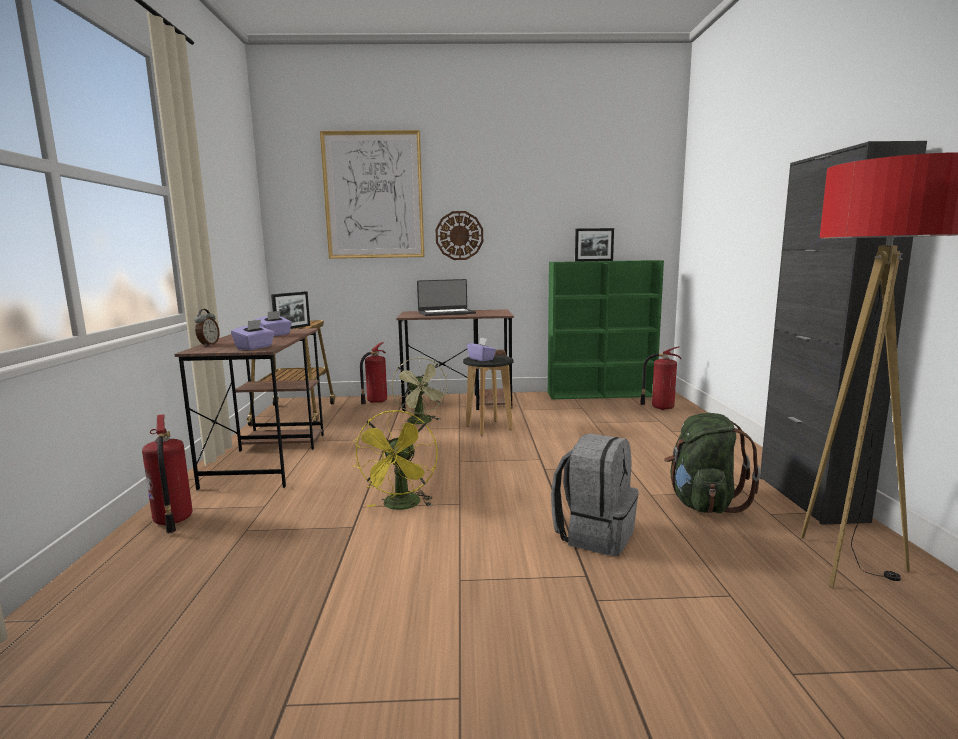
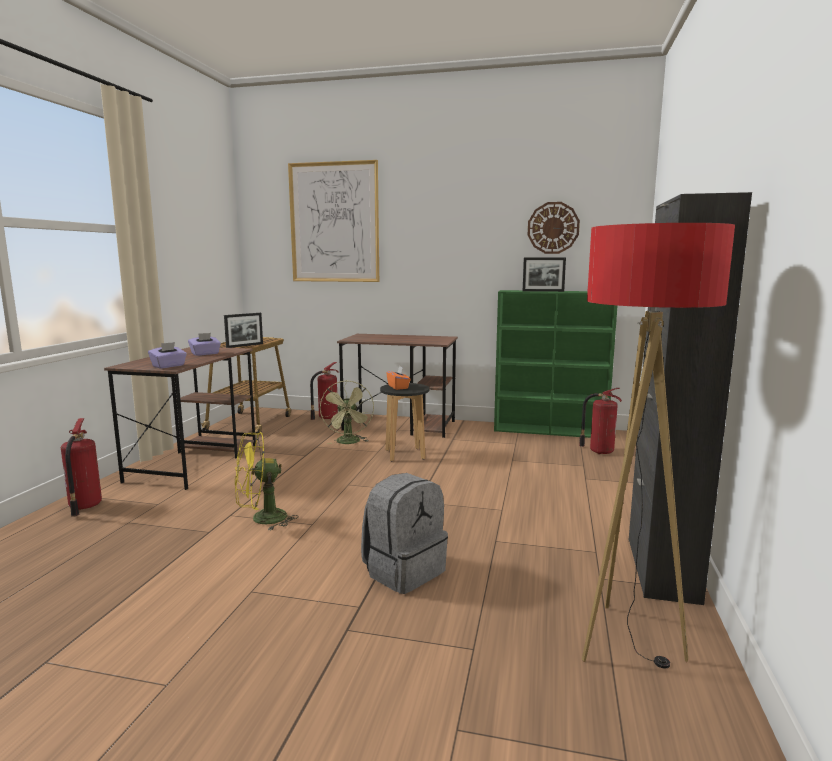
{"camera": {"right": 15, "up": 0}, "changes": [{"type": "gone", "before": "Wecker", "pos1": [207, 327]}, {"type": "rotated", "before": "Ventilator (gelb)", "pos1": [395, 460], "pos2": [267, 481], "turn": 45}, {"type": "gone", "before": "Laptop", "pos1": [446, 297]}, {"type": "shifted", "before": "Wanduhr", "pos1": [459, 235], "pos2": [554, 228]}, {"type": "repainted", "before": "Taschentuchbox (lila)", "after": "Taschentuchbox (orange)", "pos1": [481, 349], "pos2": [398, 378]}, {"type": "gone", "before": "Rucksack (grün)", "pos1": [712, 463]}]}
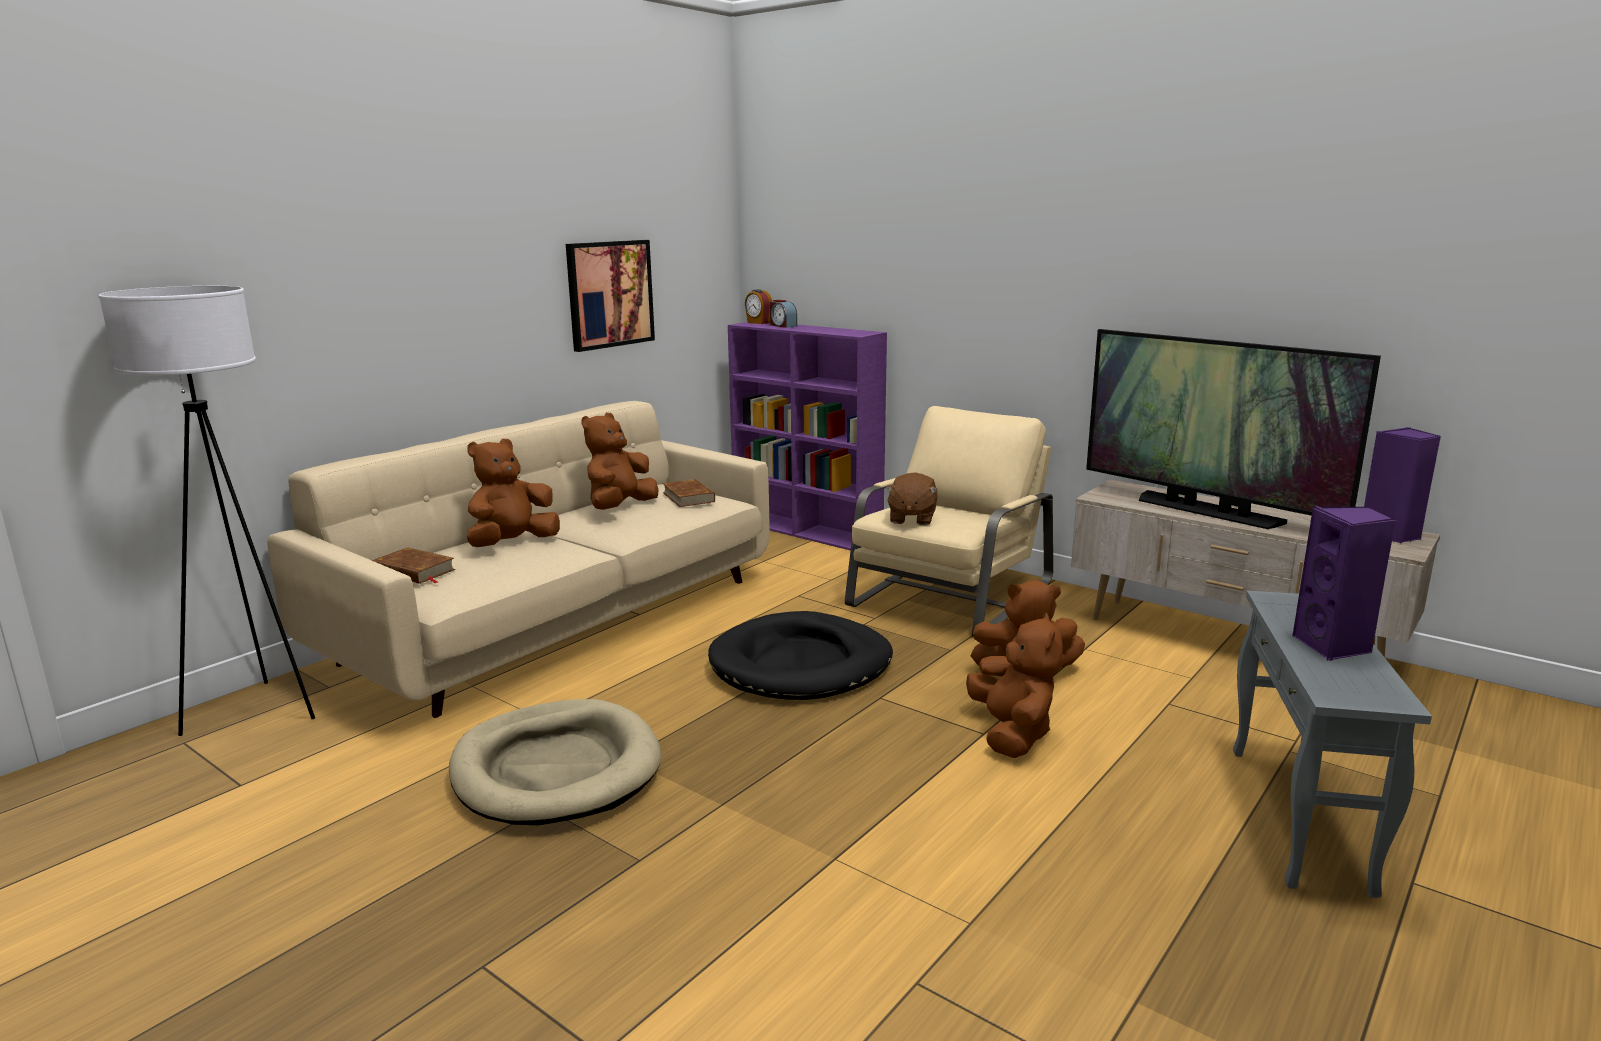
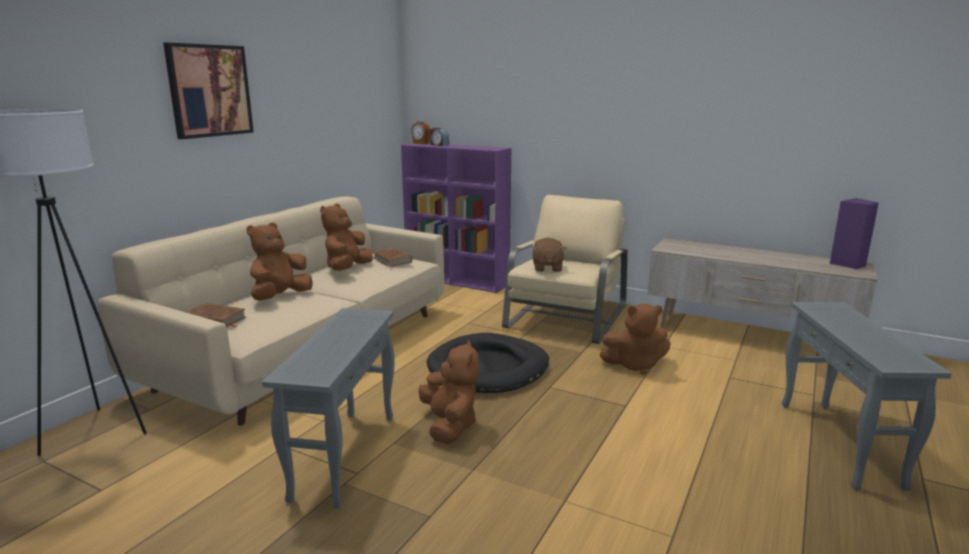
{"camera": {"right": -10, "up": 0}, "changes": [{"type": "swapped", "before": "Hundebett (beige)", "after": "Beistelltisch (grau)", "pos1": [555, 762], "pos2": [328, 408]}, {"type": "shifted", "before": "Bild", "pos1": [610, 296], "pos2": [208, 90]}, {"type": "shifted", "before": "Plüschtier (braun)", "pos1": [1014, 685], "pos2": [449, 392]}, {"type": "gone", "before": "Fernseher", "pos1": [1233, 429]}, {"type": "gone", "before": "Lautsprecher (lila)", "pos1": [1344, 583]}]}
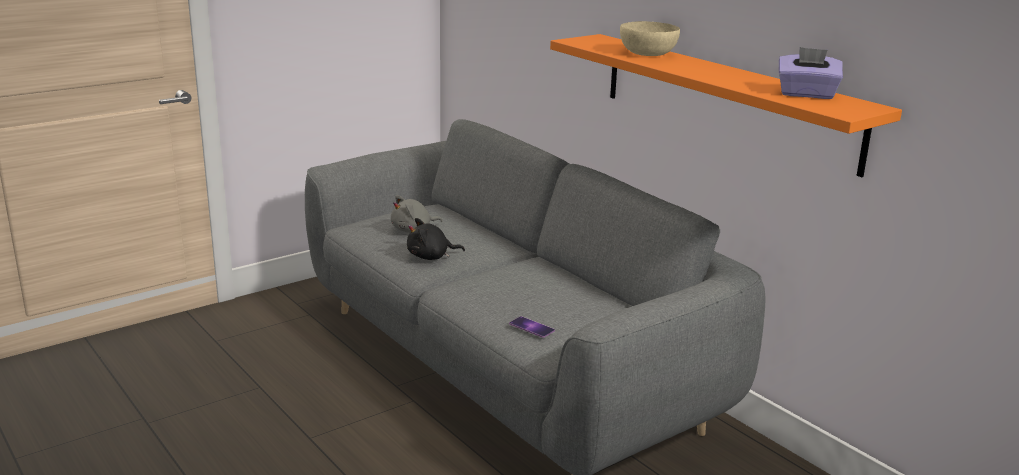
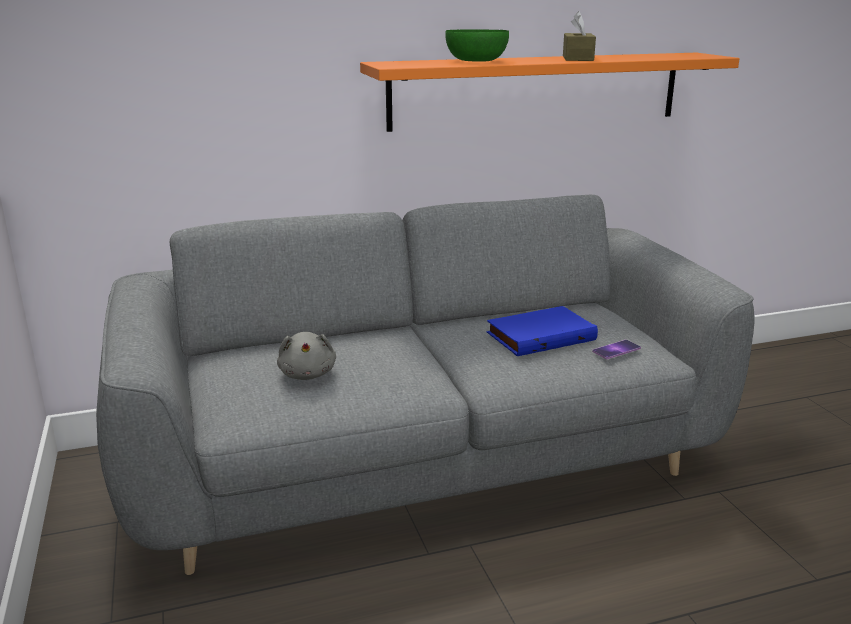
{"camera": {"right": -70, "up": 0}, "changes": [{"type": "gone", "before": "Plüschtier (schwarz)", "pos1": [436, 239]}, {"type": "repainted", "before": "Schüssel (beige)", "after": "Schüssel (grün)", "pos1": [650, 38], "pos2": [477, 45]}, {"type": "gone", "before": "Taschentuchbox (lila)", "pos1": [811, 73]}, {"type": "new", "after": "Buch (blau)", "pos2": [542, 331]}, {"type": "new", "after": "Taschentuchbox (braun)", "pos2": [579, 36]}]}
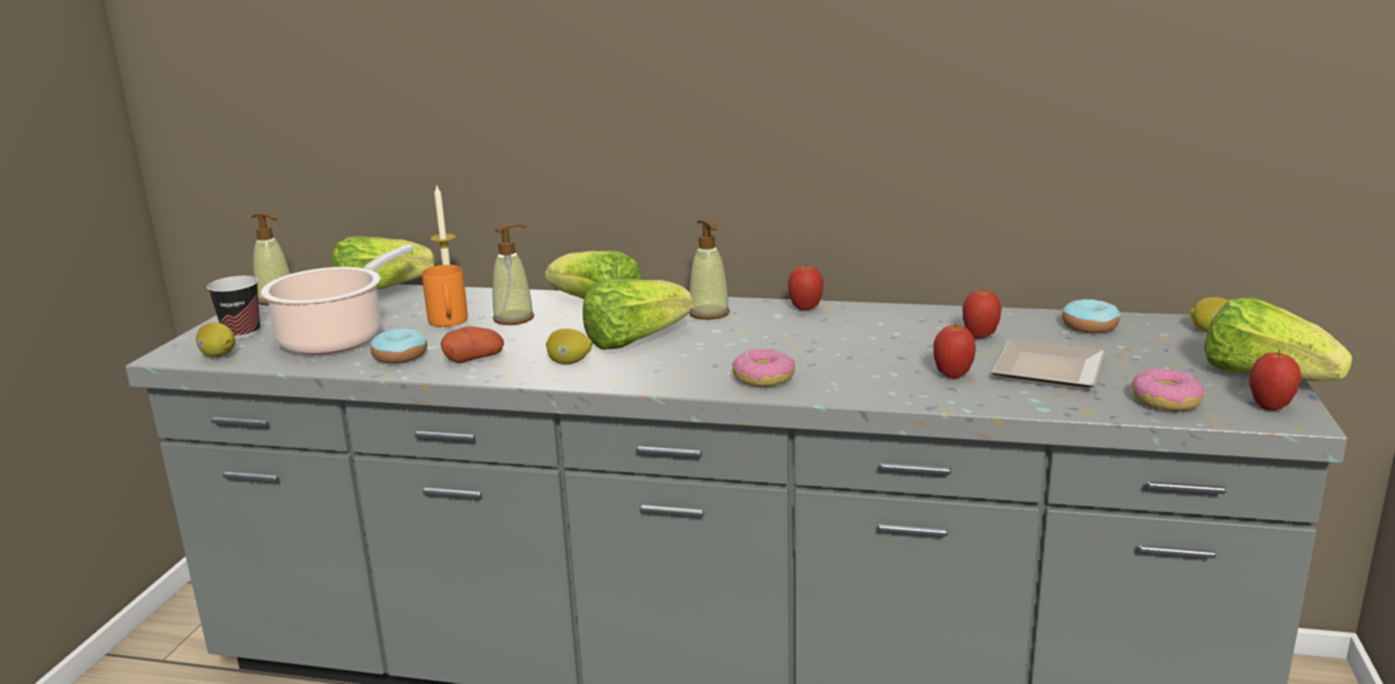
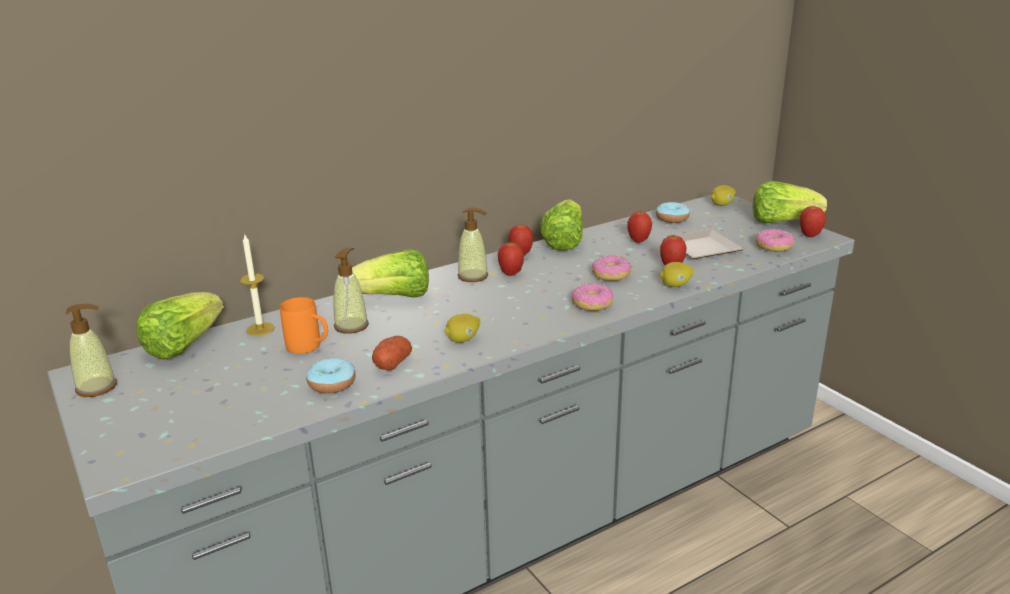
{"camera": {"right": -45, "up": 5}, "changes": [{"type": "shifted", "before": "Zitrone", "pos1": [215, 339], "pos2": [677, 274]}, {"type": "gone", "before": "Tasse", "pos1": [233, 307]}, {"type": "gone", "before": "Kochtopf", "pos1": [337, 299]}, {"type": "shifted", "before": "Salatkopf", "pos1": [638, 314], "pos2": [561, 225]}, {"type": "new", "after": "Apfel", "pos2": [511, 258]}, {"type": "new", "after": "Donut", "pos2": [611, 268]}]}
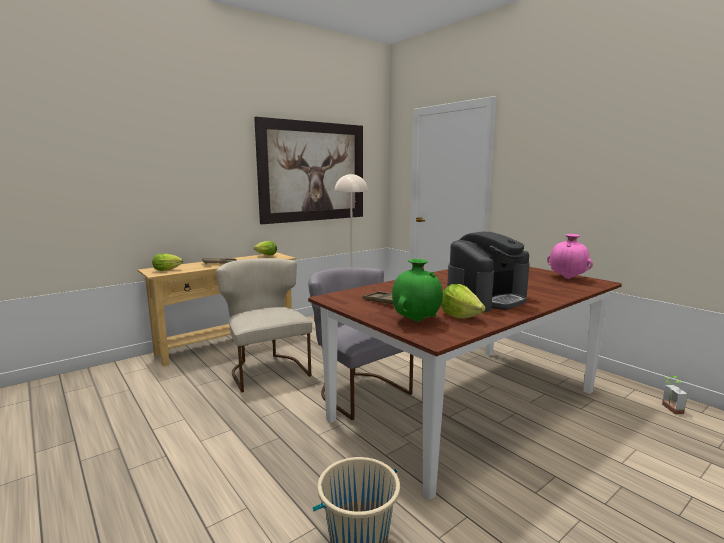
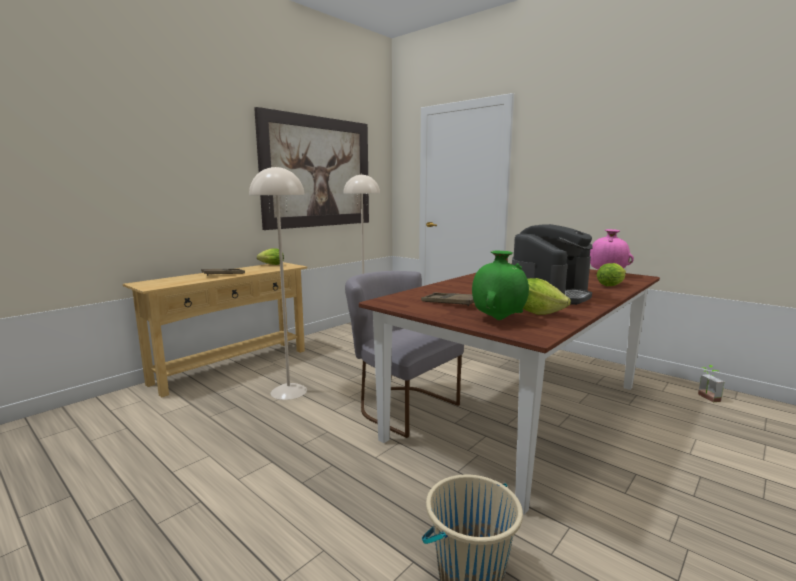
{"camera": {"right": -10, "up": 0}, "changes": [{"type": "shifted", "before": "Salatkopf", "pos1": [167, 262], "pos2": [611, 274]}, {"type": "swapped", "before": "Stuhl (beige)", "after": "Stehlampe (beige)", "pos1": [264, 325], "pos2": [278, 283]}]}
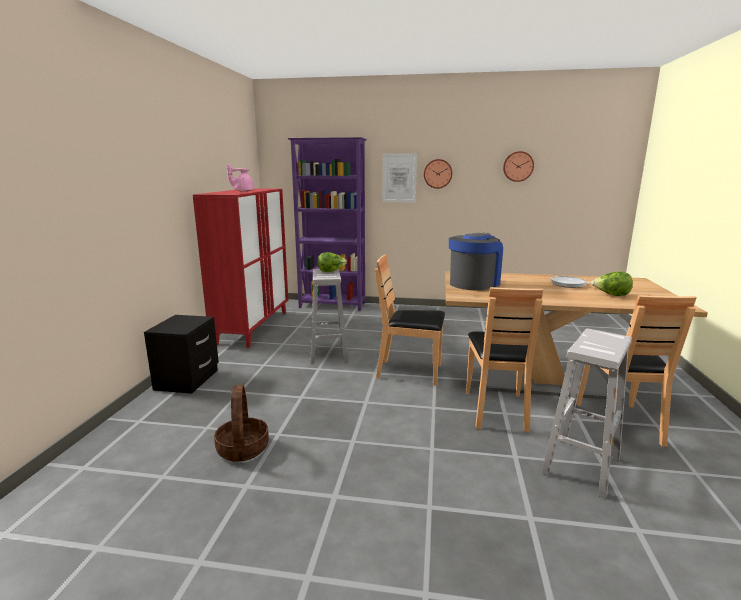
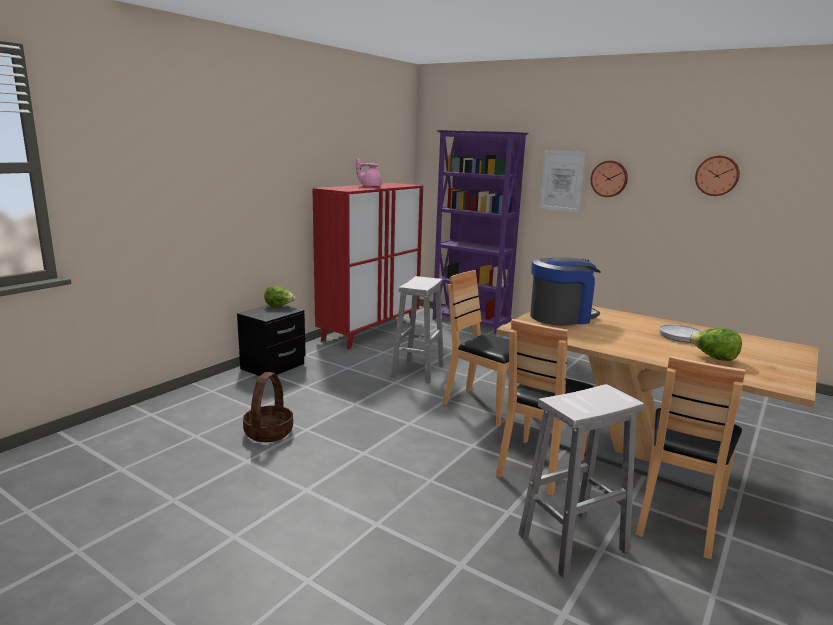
{"camera": {"right": 25, "up": 0}, "changes": [{"type": "shifted", "before": "Salatkopf", "pos1": [332, 262], "pos2": [280, 296]}]}
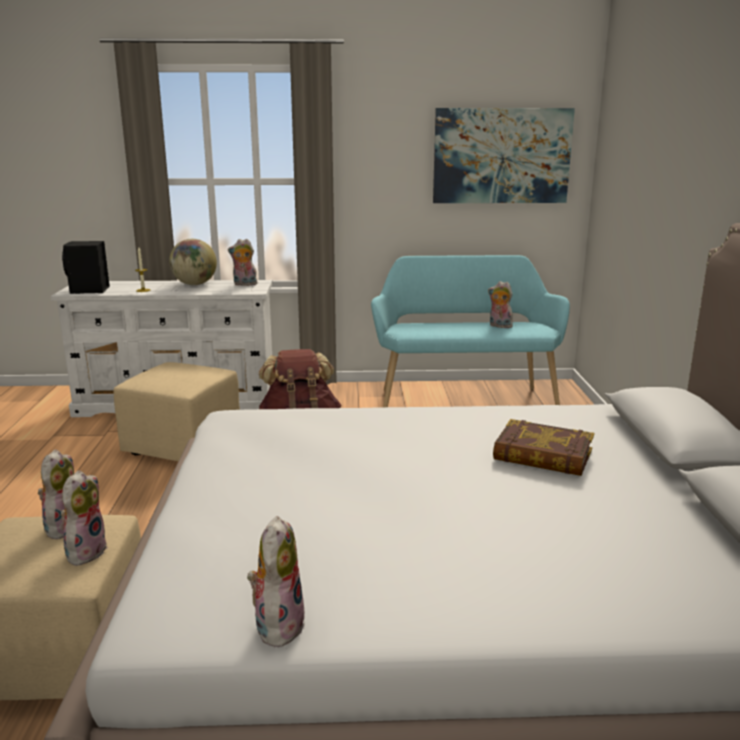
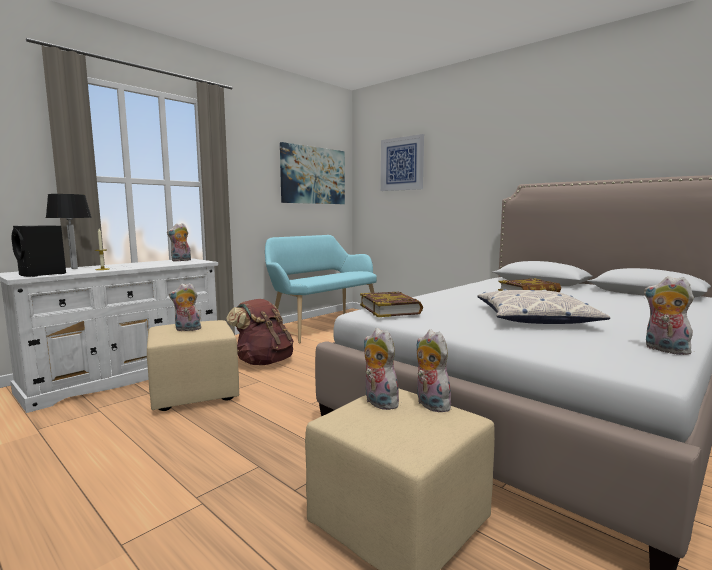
{"camera": {"right": -45, "up": -10}, "changes": [{"type": "gone", "before": "Globus", "pos1": [193, 262]}, {"type": "shifted", "before": "Plüschtier", "pos1": [501, 304], "pos2": [185, 307]}, {"type": "new", "after": "Tischlampe", "pos2": [69, 231]}, {"type": "new", "after": "Buch", "pos2": [391, 304]}, {"type": "new", "after": "Bild", "pos2": [402, 162]}, {"type": "new", "after": "Kissen", "pos2": [544, 306]}]}
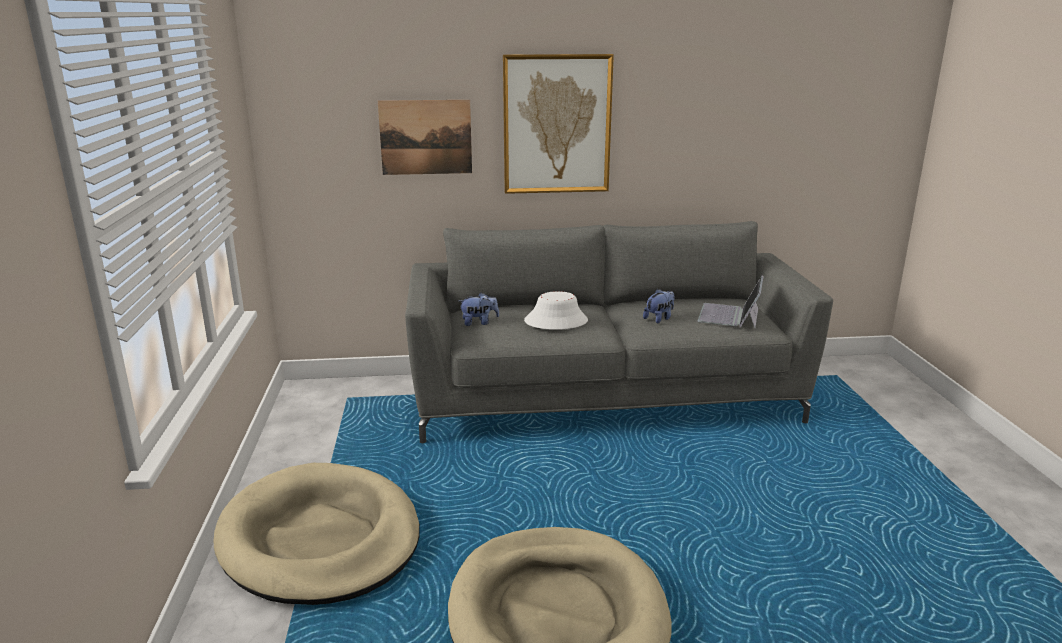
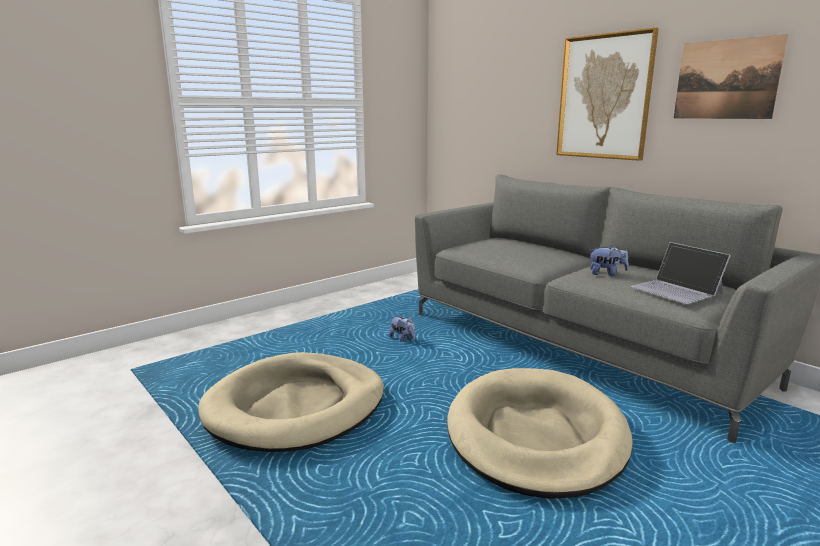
{"camera": {"right": 55, "up": -5}, "changes": [{"type": "shifted", "before": "Hundebett (beige)", "pos1": [317, 534], "pos2": [540, 433]}, {"type": "shifted", "before": "Bild", "pos1": [425, 137], "pos2": [731, 76]}, {"type": "shifted", "before": "Plüschtier", "pos1": [479, 309], "pos2": [402, 329]}, {"type": "gone", "before": "Hut (weiß)", "pos1": [556, 310]}, {"type": "rotated", "before": "Laptop", "pos1": [731, 301], "pos2": [681, 273], "turn": -105}]}
